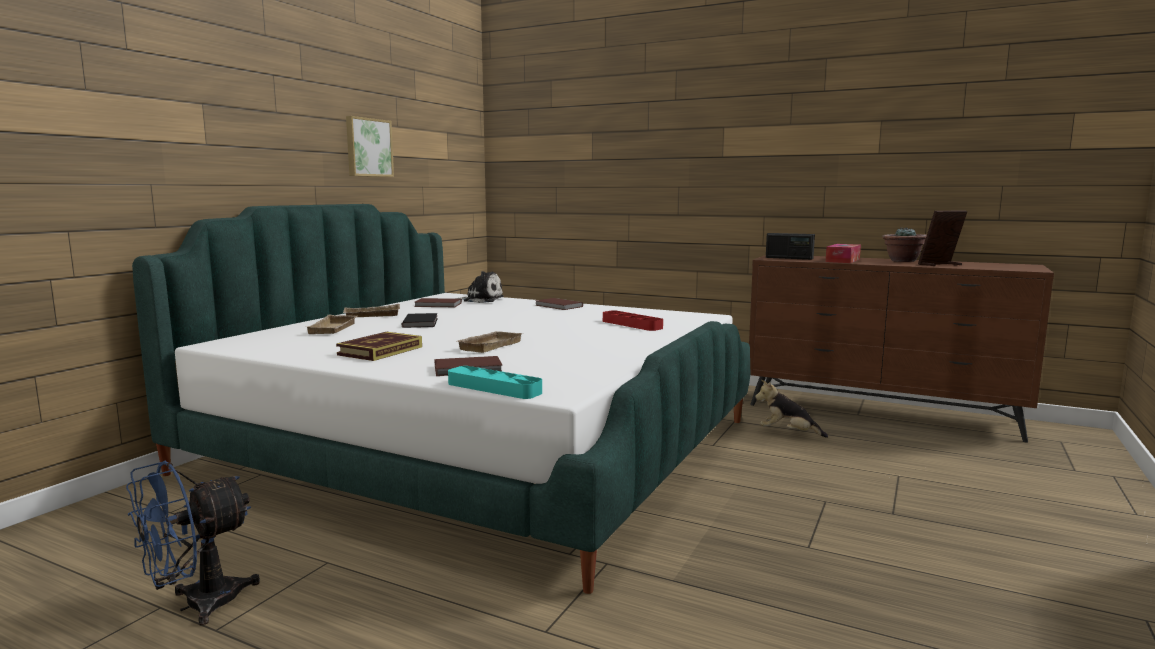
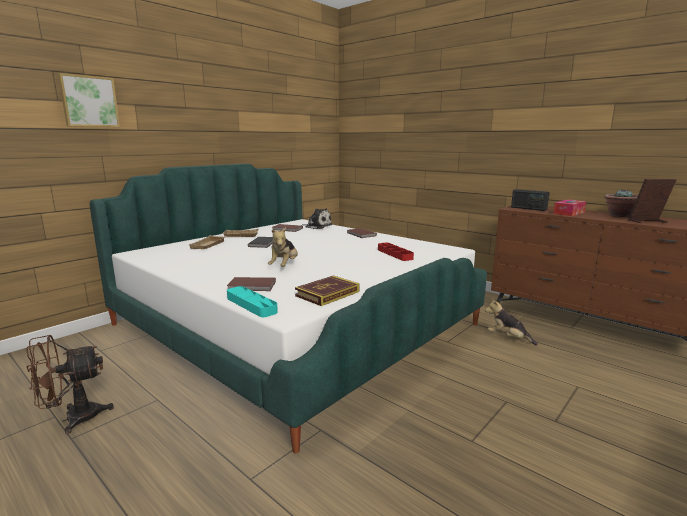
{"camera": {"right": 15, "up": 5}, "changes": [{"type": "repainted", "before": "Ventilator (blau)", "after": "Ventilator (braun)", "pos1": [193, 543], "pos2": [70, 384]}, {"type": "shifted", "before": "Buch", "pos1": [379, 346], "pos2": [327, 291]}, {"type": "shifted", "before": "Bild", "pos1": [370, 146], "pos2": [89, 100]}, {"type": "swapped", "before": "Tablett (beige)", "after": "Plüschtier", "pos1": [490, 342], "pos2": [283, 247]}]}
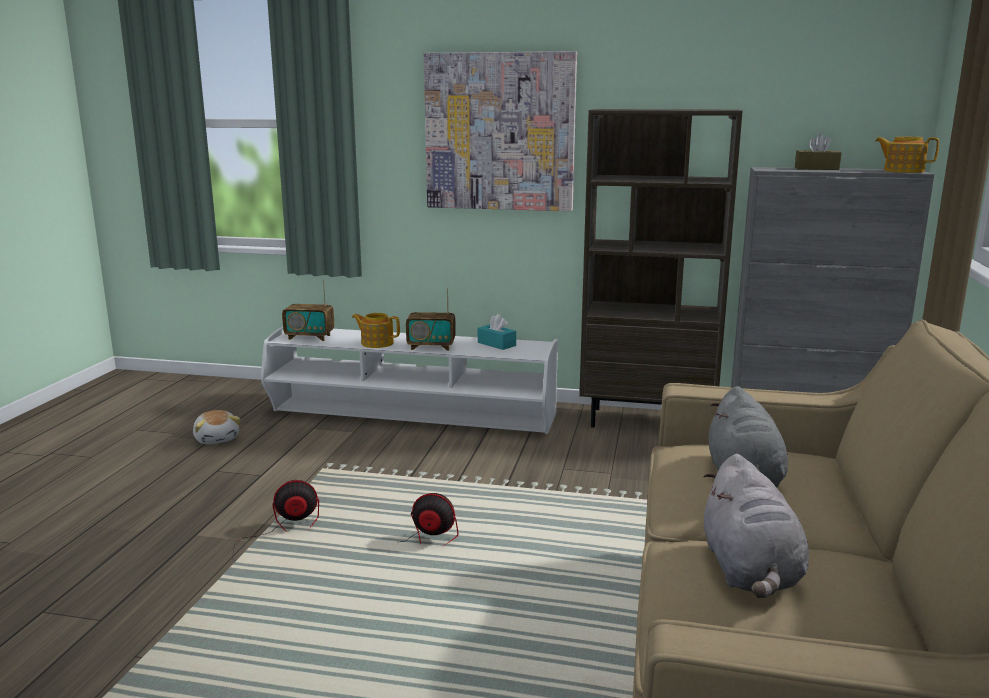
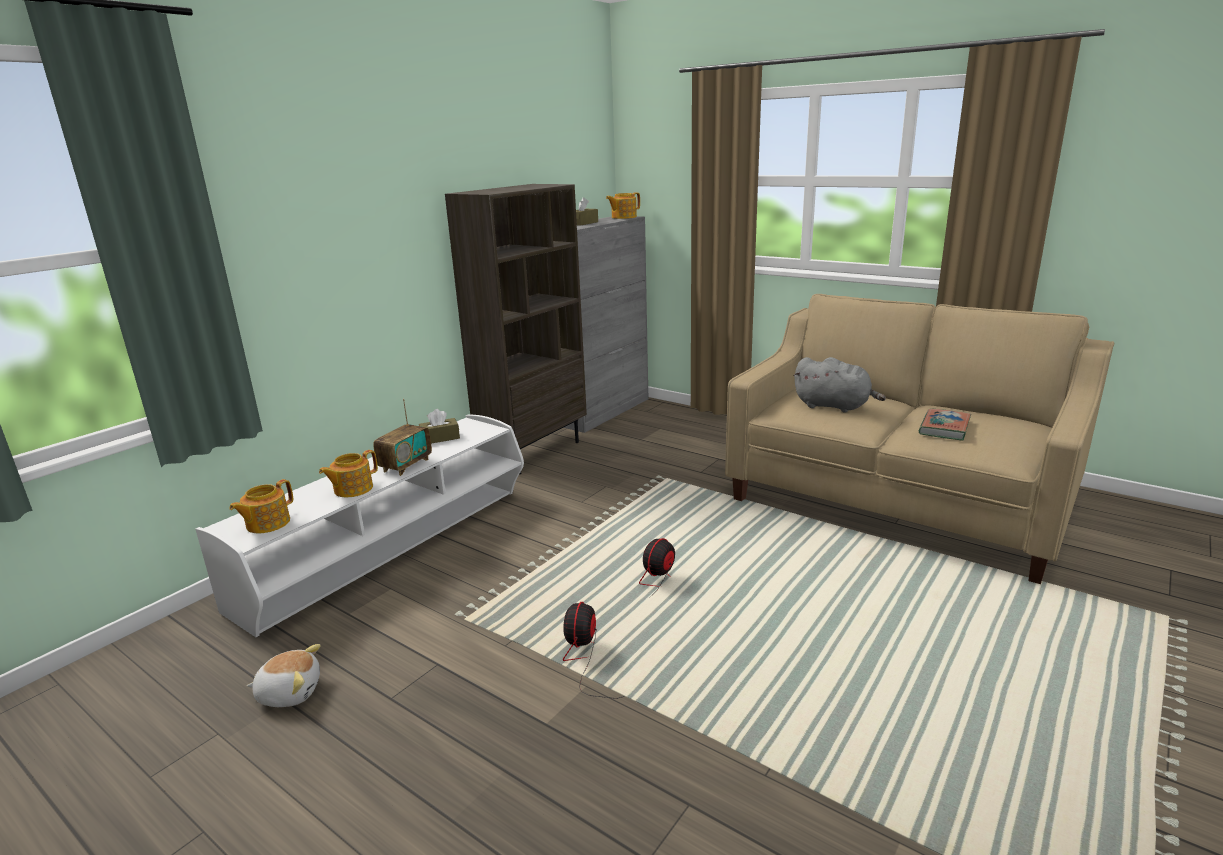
{"camera": {"right": -65, "up": 5}, "changes": [{"type": "swapped", "before": "Radio", "after": "Teekanne", "pos1": [308, 310], "pos2": [261, 506]}, {"type": "gone", "before": "Bild", "pos1": [500, 131]}, {"type": "repainted", "before": "Taschentuchbox (türkis)", "after": "Taschentuchbox (braun)", "pos1": [497, 332], "pos2": [439, 426]}, {"type": "swapped", "before": "Plüschtier (grau)", "after": "Buch", "pos1": [756, 526], "pos2": [945, 424]}]}
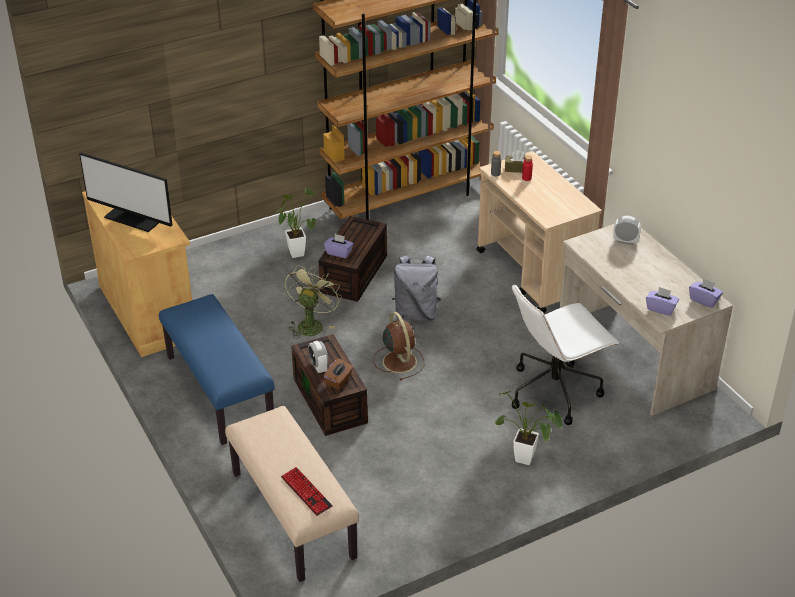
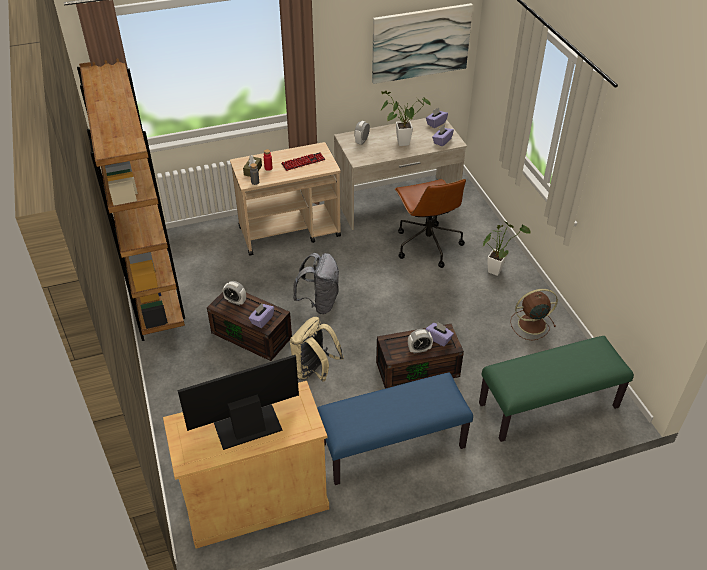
{"camera": {"right": -80, "up": 5}, "changes": [{"type": "rotated", "before": "Monitor", "pos1": [125, 192], "pos2": [238, 402], "turn": -150}, {"type": "repainted", "before": "Bank (beige)", "after": "Bank (grün)", "pos1": [292, 494], "pos2": [556, 389]}, {"type": "shifted", "before": "Topfpflanze", "pos1": [296, 223], "pos2": [406, 118]}, {"type": "shifted", "before": "Tastatur", "pos1": [307, 491], "pos2": [303, 161]}, {"type": "swapped", "before": "Ventilator (grün)", "after": "Rucksack (beige)", "pos1": [313, 302], "pos2": [317, 349]}, {"type": "repainted", "before": "Taschentuchbox (braun)", "after": "Taschentuchbox (lila)", "pos1": [338, 373], "pos2": [440, 334]}, {"type": "shifted", "before": "Ventilator (braun)", "pos1": [398, 346], "pos2": [534, 315]}, {"type": "repainted", "before": "Bürostuhl (weiß)", "after": "Bürostuhl (braun)", "pos1": [566, 354], "pos2": [430, 223]}, {"type": "new", "after": "Wecker", "pos2": [234, 293]}, {"type": "new", "after": "Bild", "pos2": [422, 43]}]}
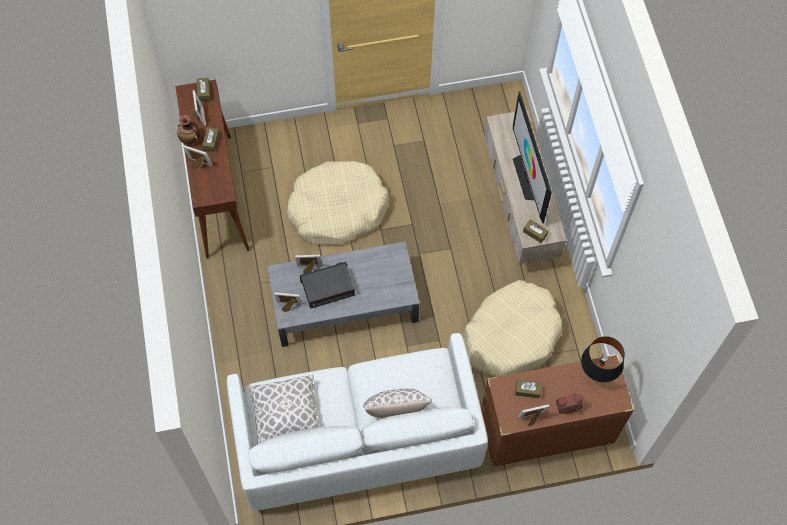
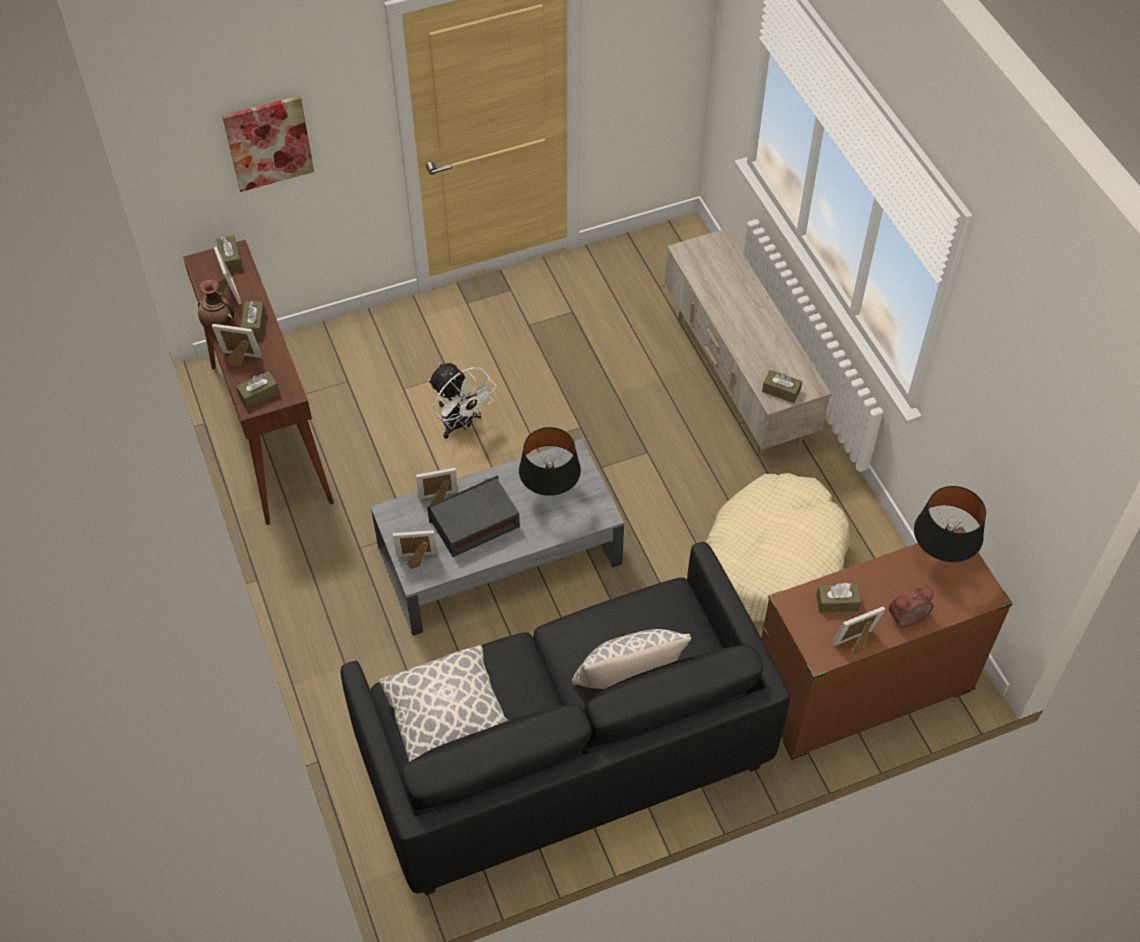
{"camera": {"right": -10, "up": -10}, "changes": [{"type": "repainted", "before": "Sofa (weiß)", "after": "Sofa (schwarz)", "pos1": [357, 422], "pos2": [565, 718]}, {"type": "swapped", "before": "Hundebett (beige)", "after": "Ventilator (weiß)", "pos1": [337, 203], "pos2": [462, 401]}, {"type": "gone", "before": "Fernseher", "pos1": [532, 157]}, {"type": "new", "after": "Bild", "pos2": [268, 143]}, {"type": "new", "after": "Taschentuchbox (braun)", "pos2": [258, 389]}, {"type": "new", "after": "Tischlampe (schwarz)", "pos2": [550, 461]}]}
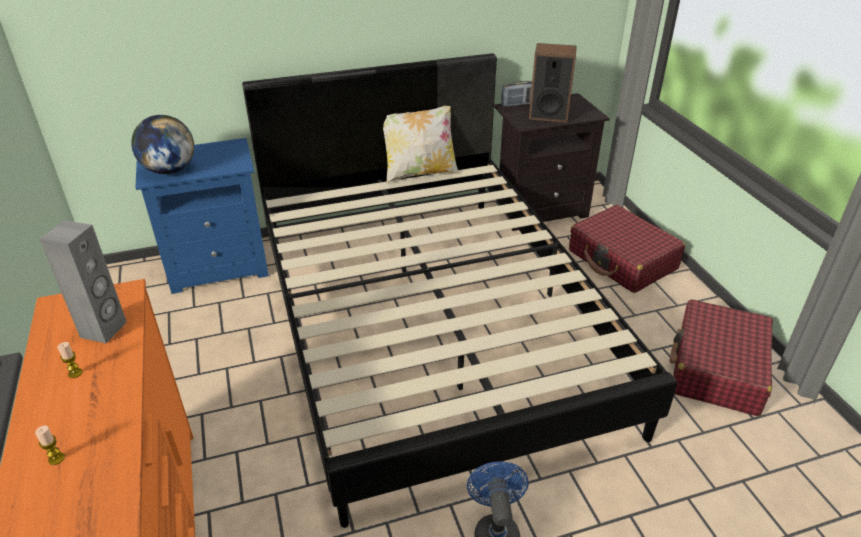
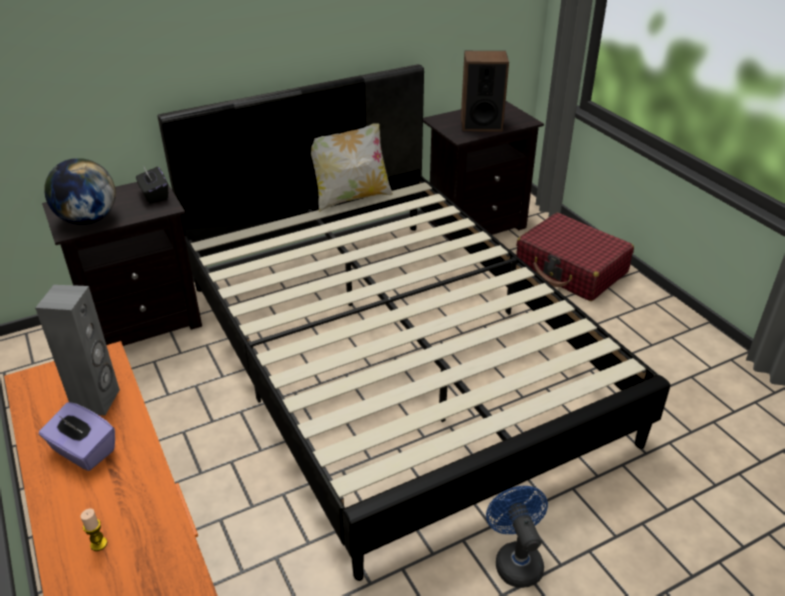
{"camera": {"right": -10, "up": 0}, "changes": [{"type": "swapped", "before": "Kerze", "after": "Taschentuchbox (lila)", "pos1": [70, 360], "pos2": [77, 436]}, {"type": "repainted", "before": "Nachttisch (blau)", "after": "Nachttisch (schwarz)", "pos1": [202, 216], "pos2": [122, 264]}, {"type": "gone", "before": "Radio", "pos1": [516, 94]}, {"type": "gone", "before": "Koffer (rot)", "pos1": [721, 357]}, {"type": "new", "after": "Taschentuchbox (schwarz)", "pos2": [152, 185]}]}
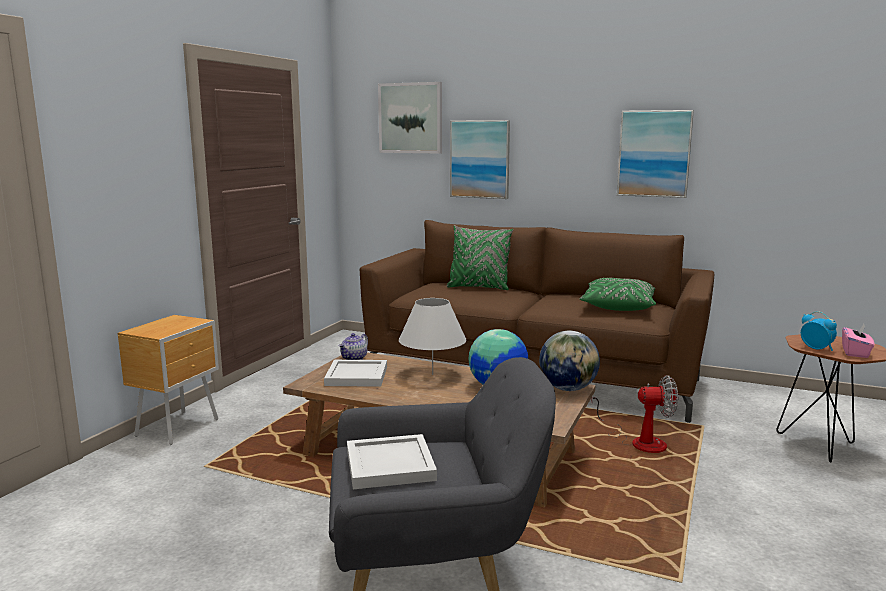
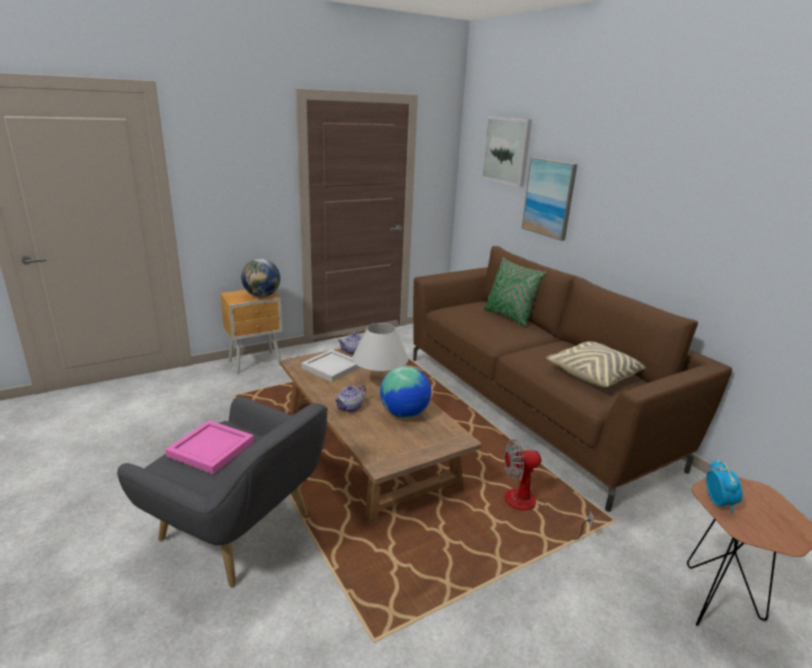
{"camera": {"right": 35, "up": 10}, "changes": [{"type": "repainted", "before": "Tablett (weiß)", "after": "Tablett (rosa)", "pos1": [392, 461], "pos2": [209, 447]}, {"type": "shifted", "before": "Globus", "pos1": [569, 361], "pos2": [260, 278]}, {"type": "repainted", "before": "Kissen (grün)", "after": "Kissen (beige)", "pos1": [618, 294], "pos2": [596, 364]}, {"type": "rotated", "before": "Ventilator", "pos1": [634, 414], "pos2": [549, 489], "turn": 135}, {"type": "gone", "before": "Bild", "pos1": [655, 154]}, {"type": "gone", "before": "Taschentuchbox (rosa)", "pos1": [858, 341]}, {"type": "new", "after": "Teekanne", "pos2": [350, 398]}]}
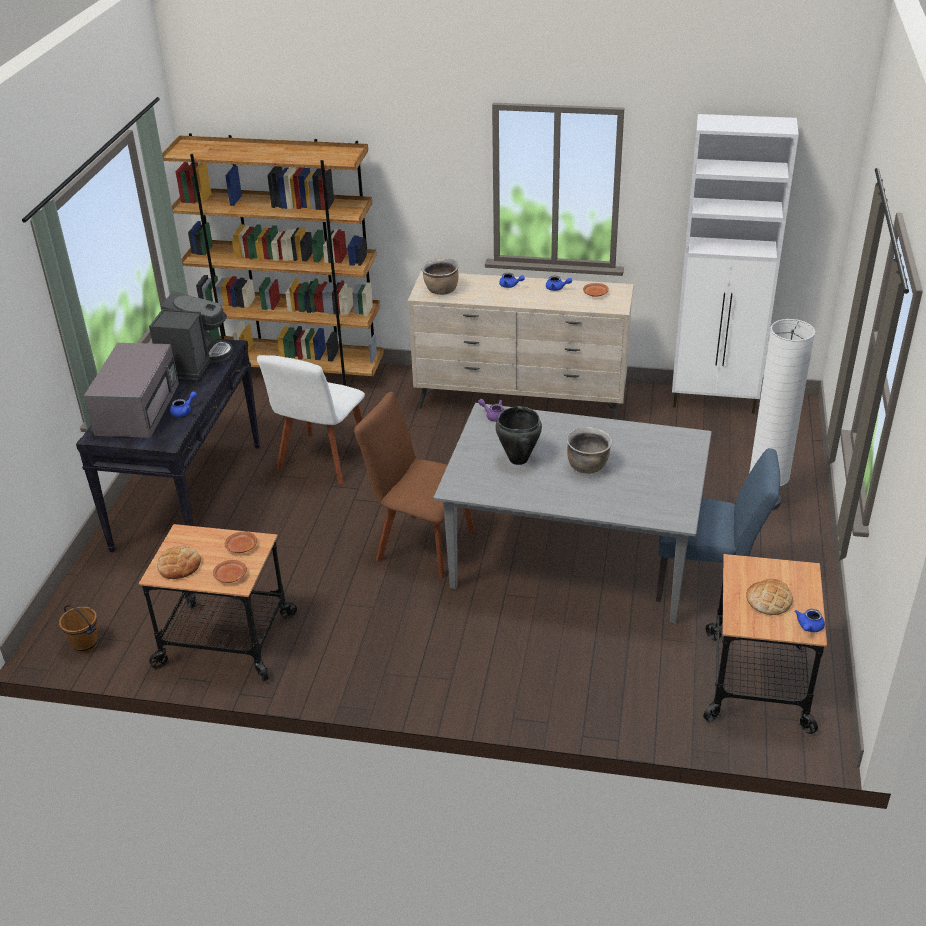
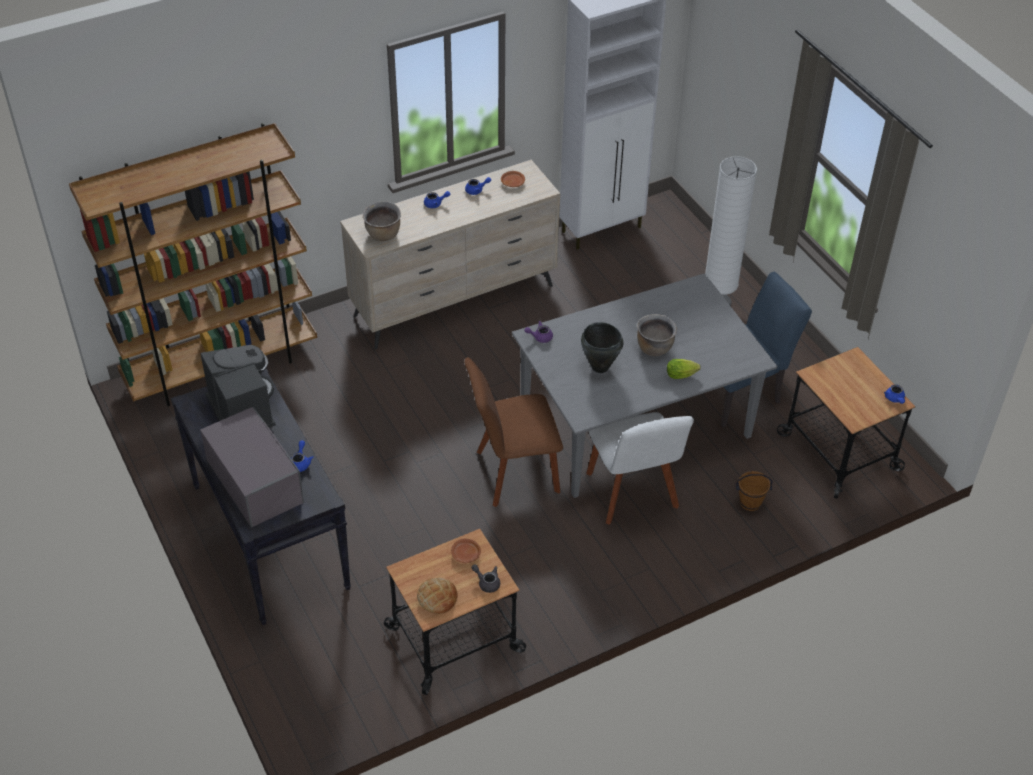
{"camera": {"right": -40, "up": 10}, "changes": [{"type": "shifted", "before": "Eimer (braun)", "pos1": [78, 629], "pos2": [754, 491]}, {"type": "swapped", "before": "Teller (braun)", "after": "Teekanne (grau)", "pos1": [230, 571], "pos2": [485, 578]}, {"type": "shifted", "before": "Stuhl (weiß)", "pos1": [311, 419], "pos2": [640, 468]}, {"type": "gone", "before": "Brot", "pos1": [769, 597]}, {"type": "new", "after": "Salatkopf", "pos2": [684, 369]}]}
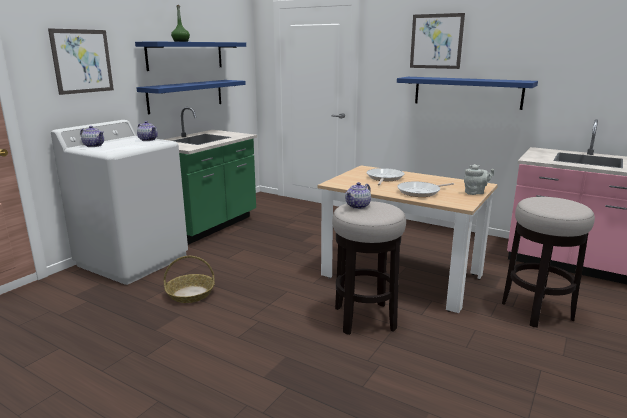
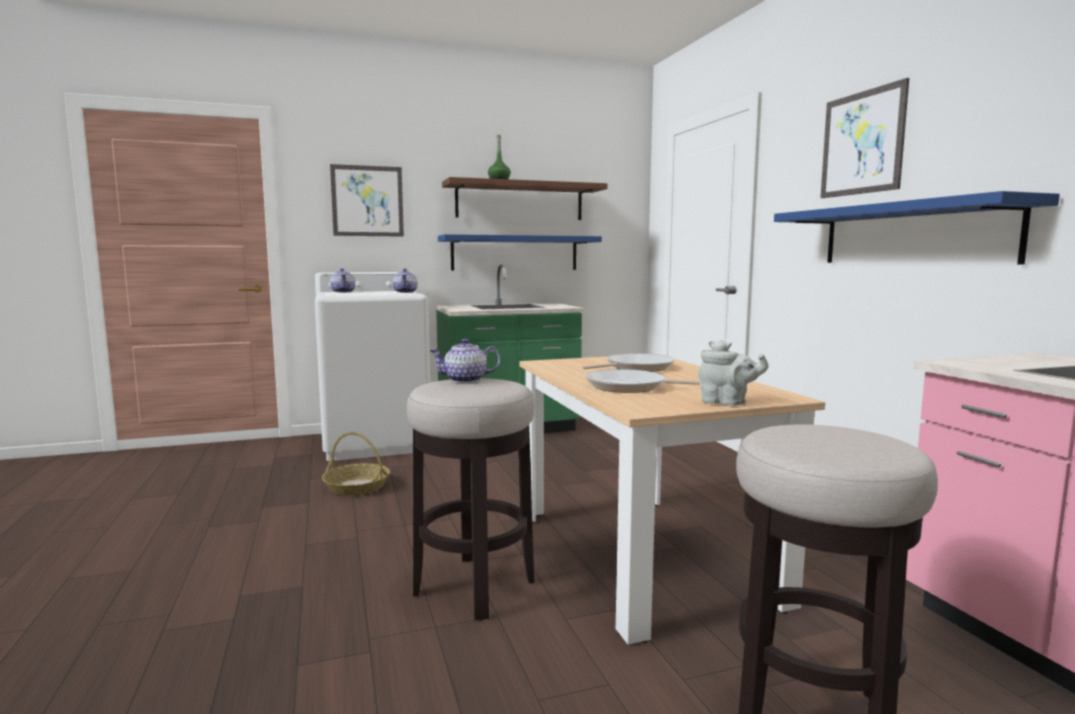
{"camera": {"right": 40, "up": -10}, "changes": [{"type": "repainted", "before": "Wandregal (blau)", "after": "Wandregal (braun)", "pos1": [190, 56], "pos2": [525, 198]}]}
